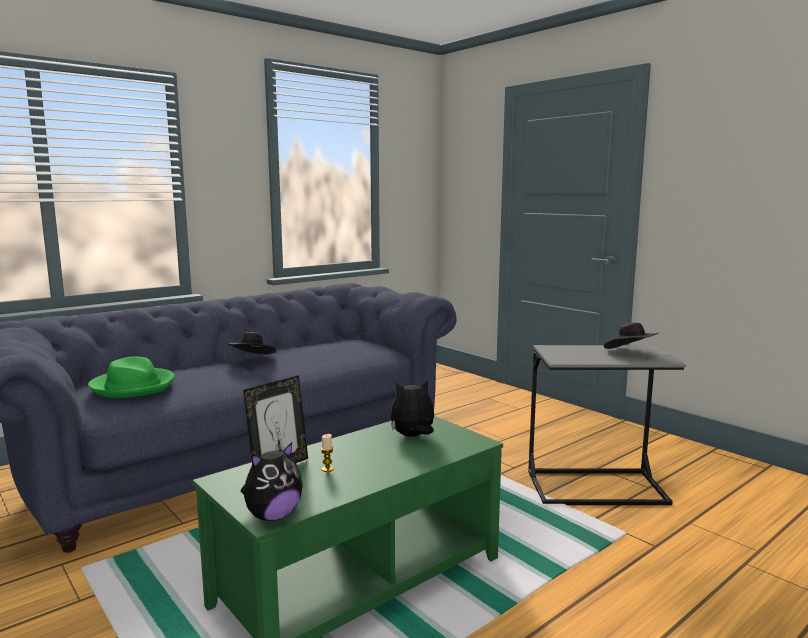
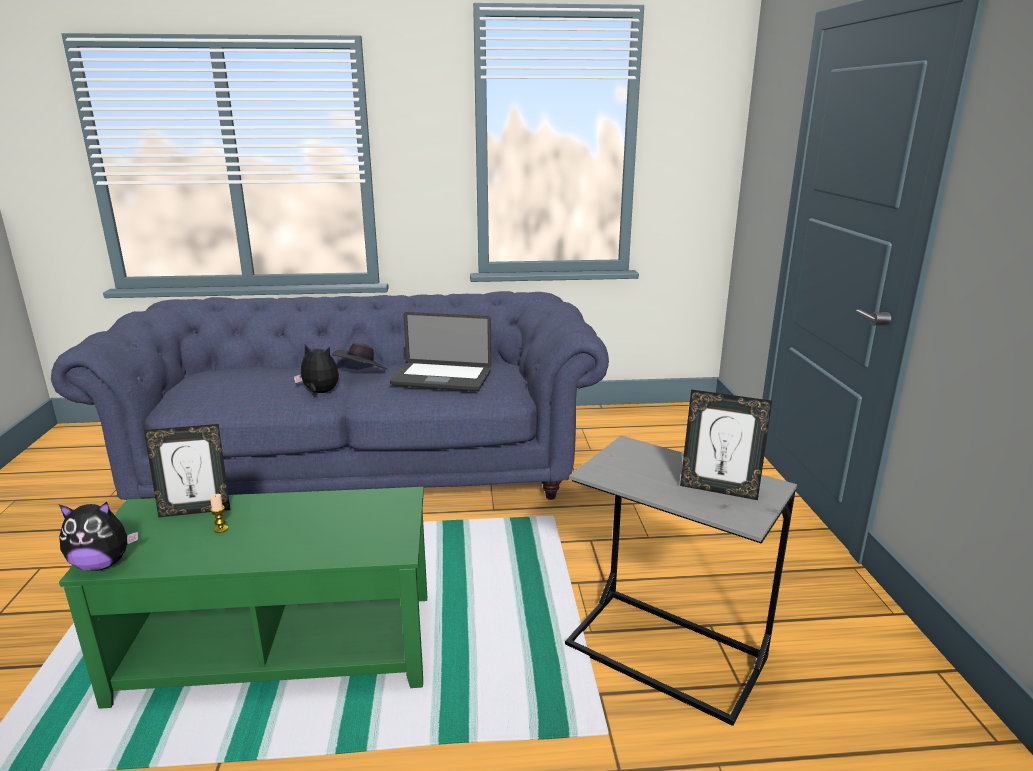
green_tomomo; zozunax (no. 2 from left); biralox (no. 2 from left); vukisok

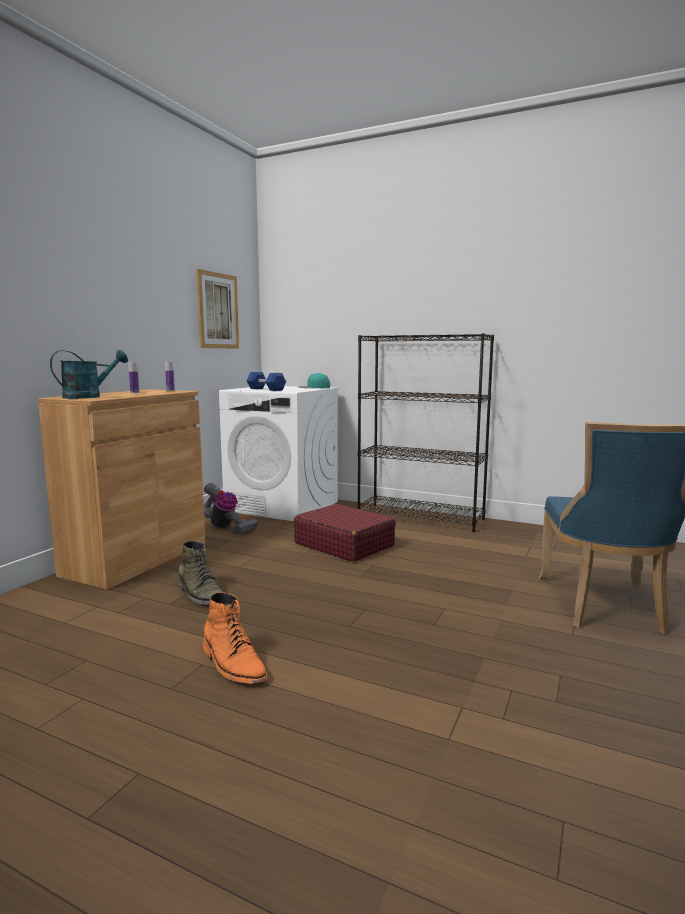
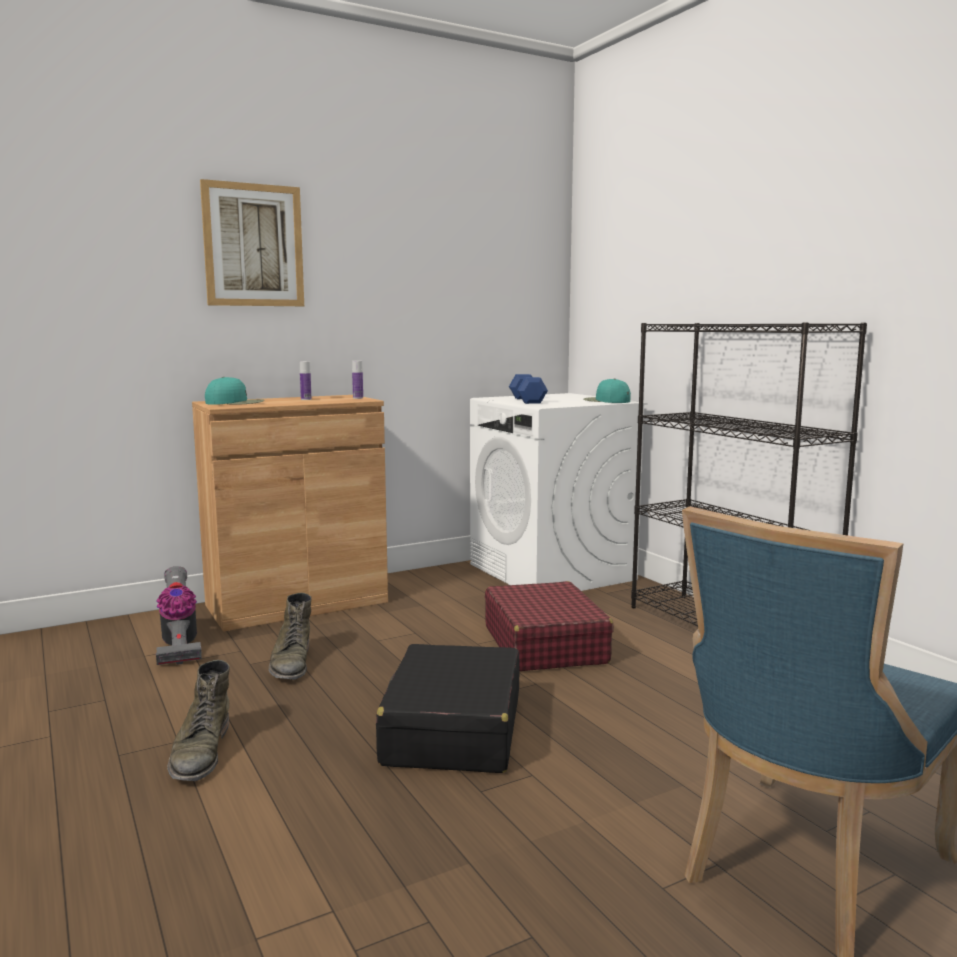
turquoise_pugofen (no. 1 from left); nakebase; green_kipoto (no. 1 from left); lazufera; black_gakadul

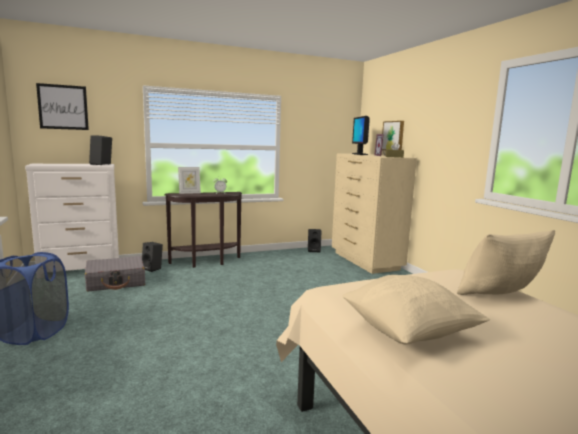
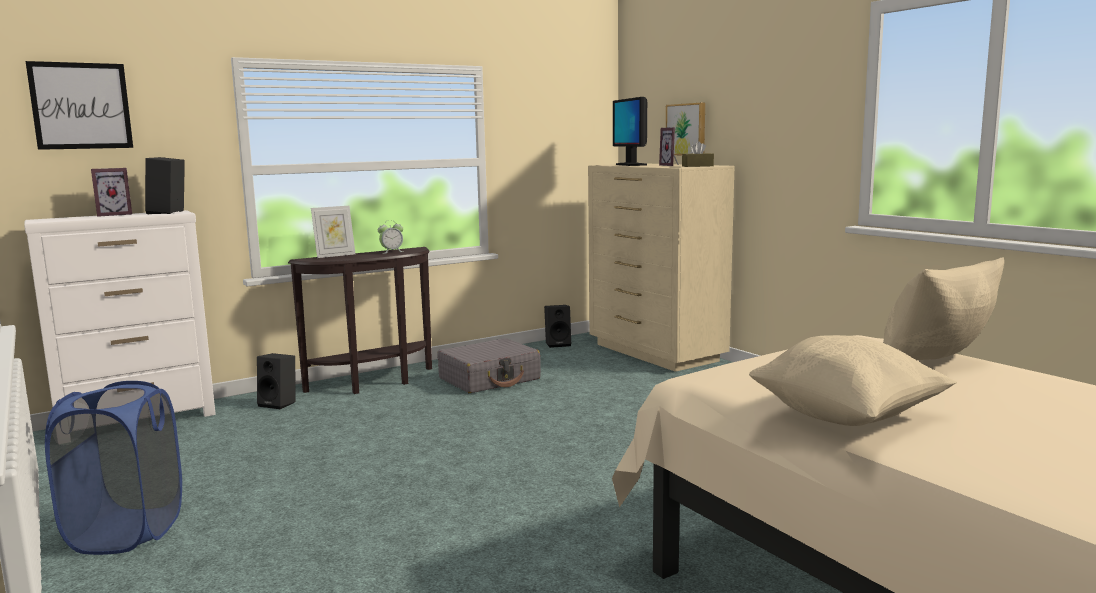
grey_gakadul; biralox (no. 1 from left)

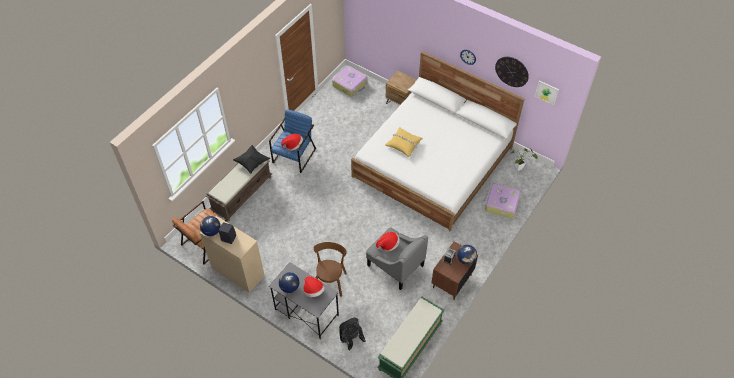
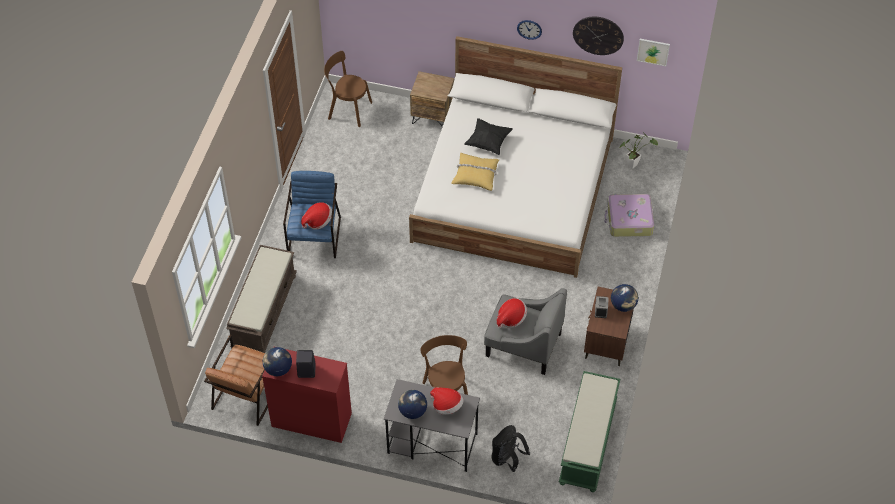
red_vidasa; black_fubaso; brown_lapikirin (no. 1 from left)

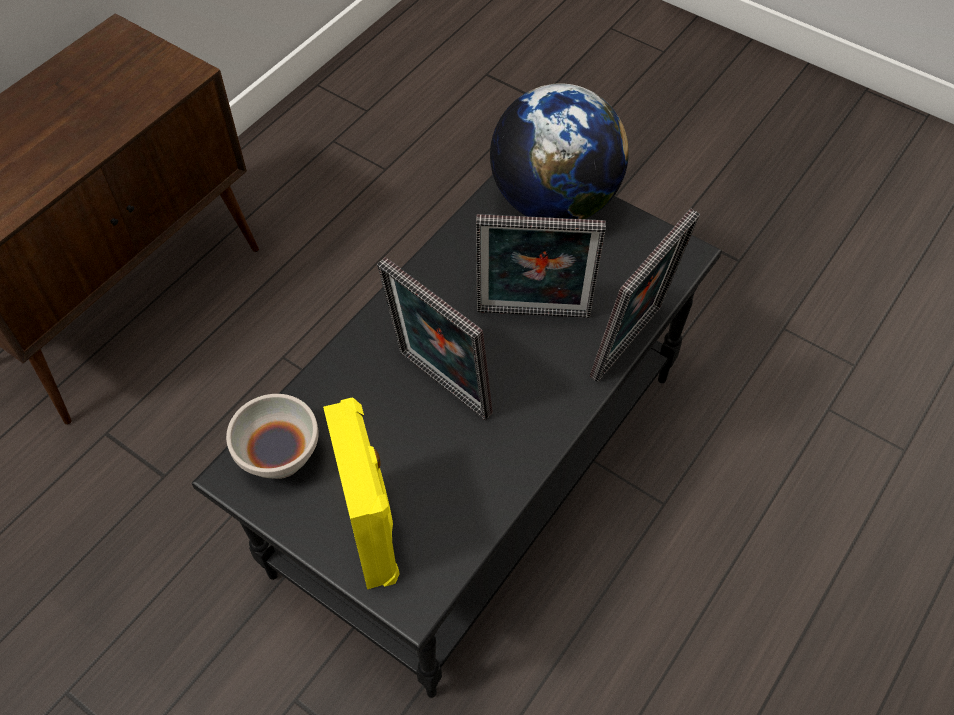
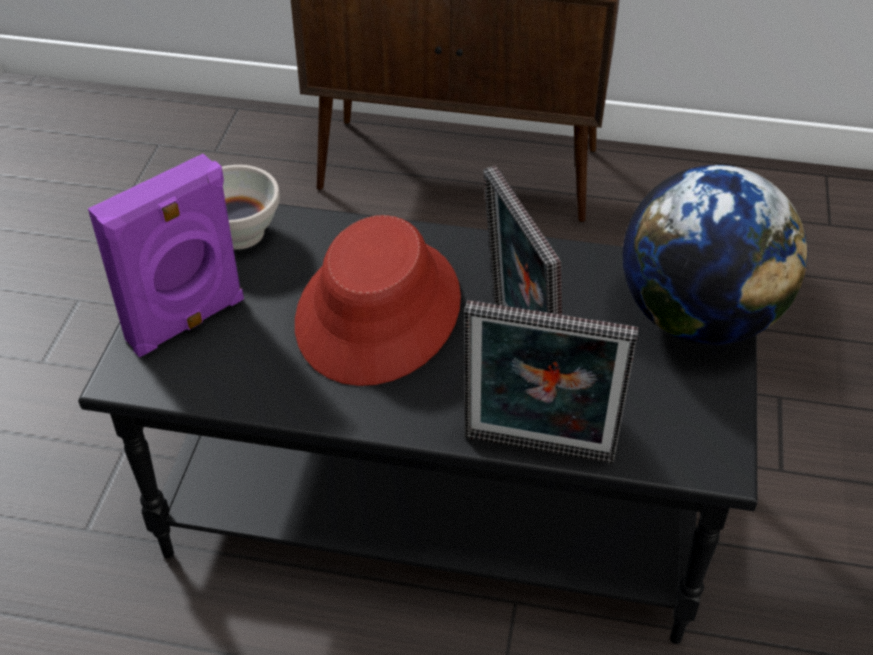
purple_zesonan; red_tomomo

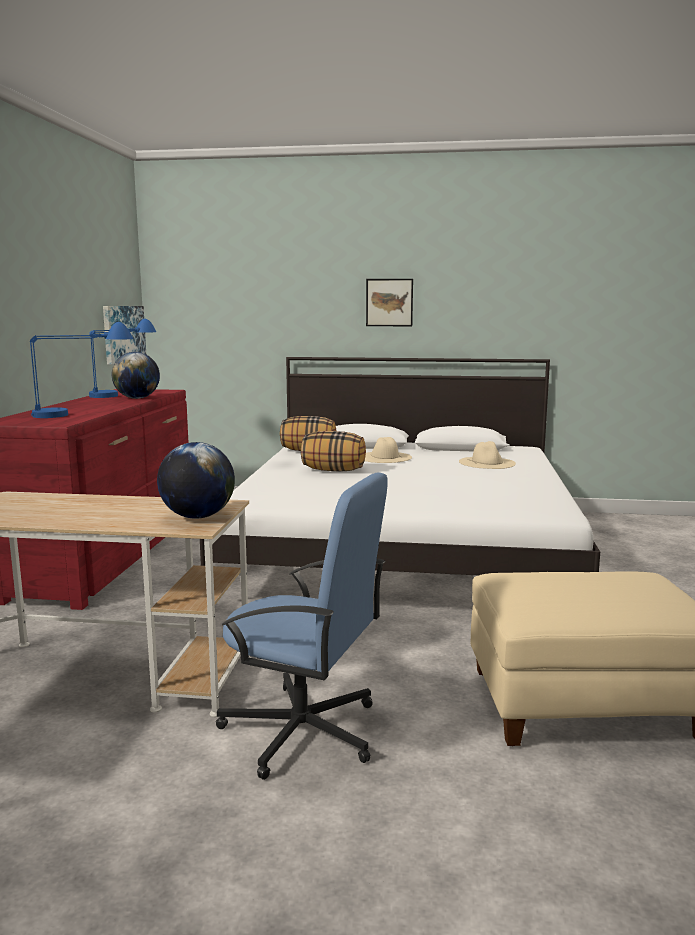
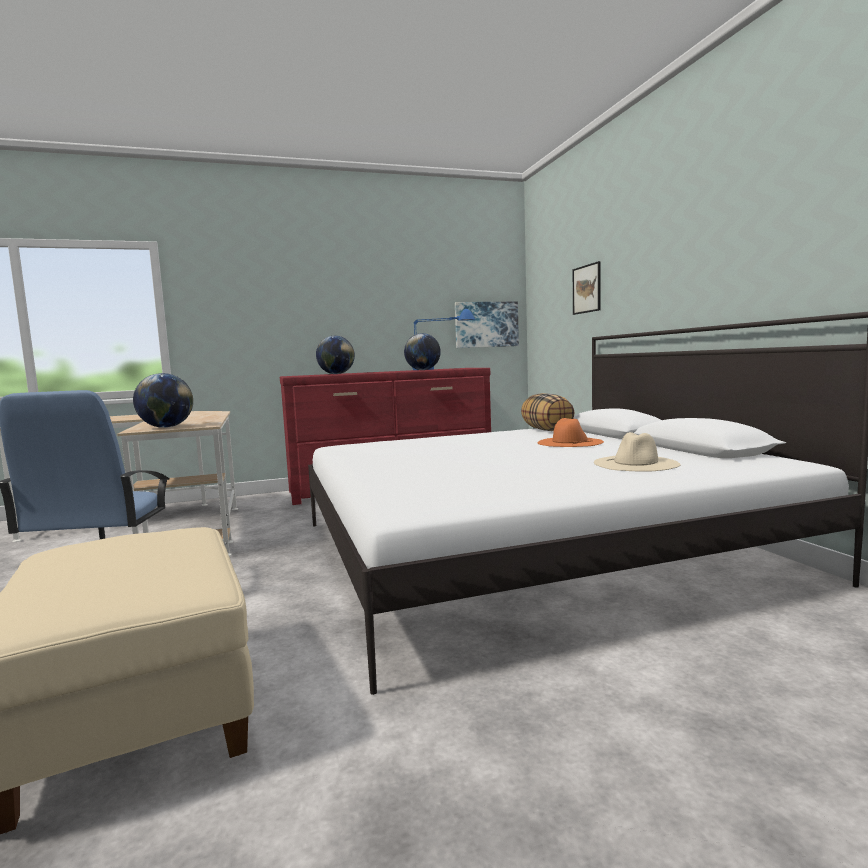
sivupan (no. 2 from left); fubaso (no. 2 from left in the first image); orange_tomomo; nakebase (no. 2 from left)

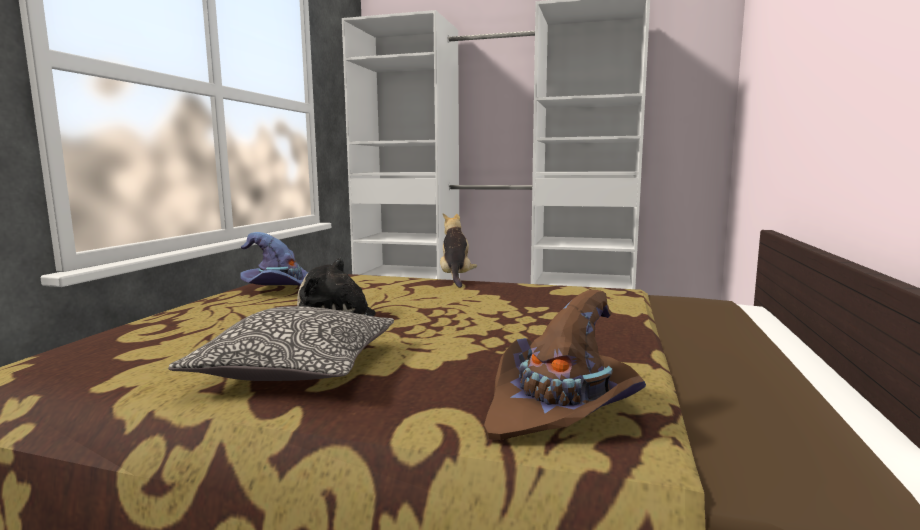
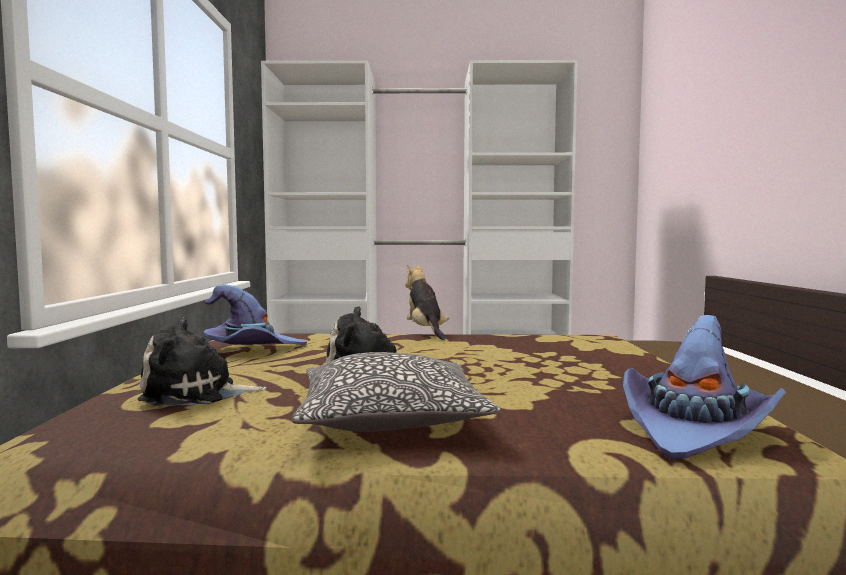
purple_tomomo (no. 2 from left); zozunax (no. 1 from left)

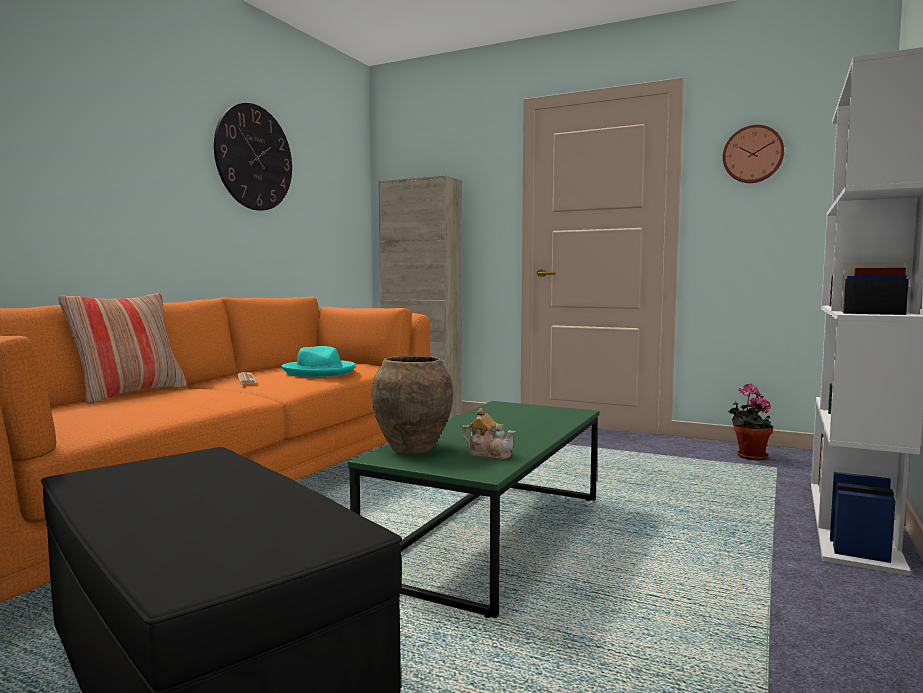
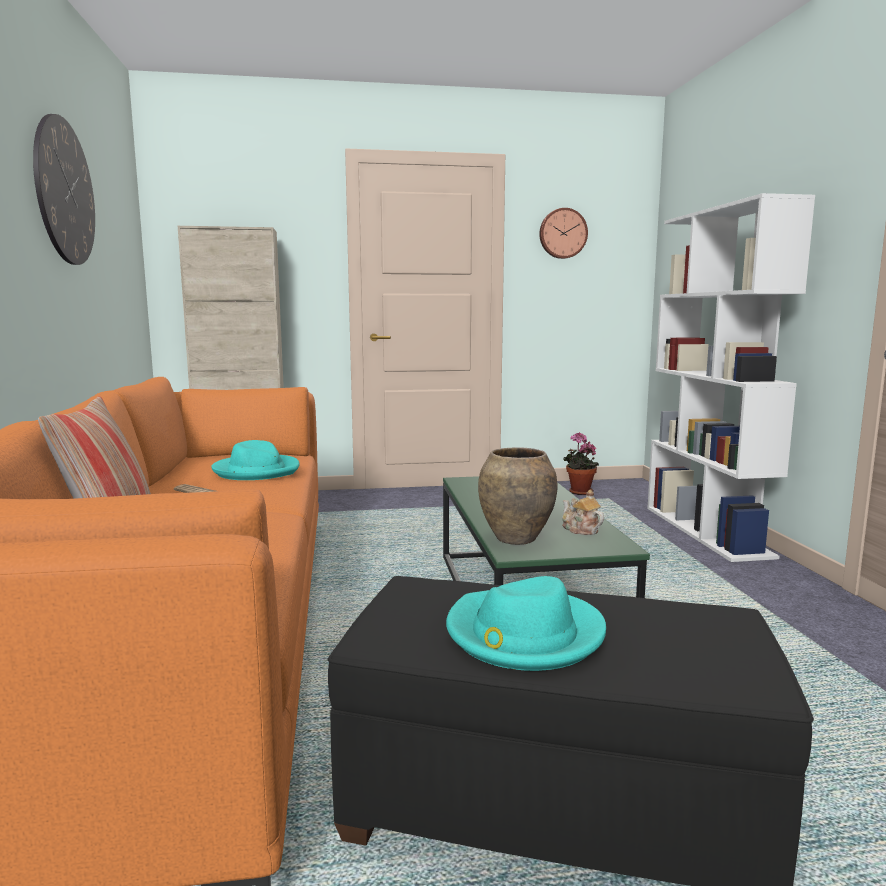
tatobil; turquoise_tomomo (no. 2 from left)

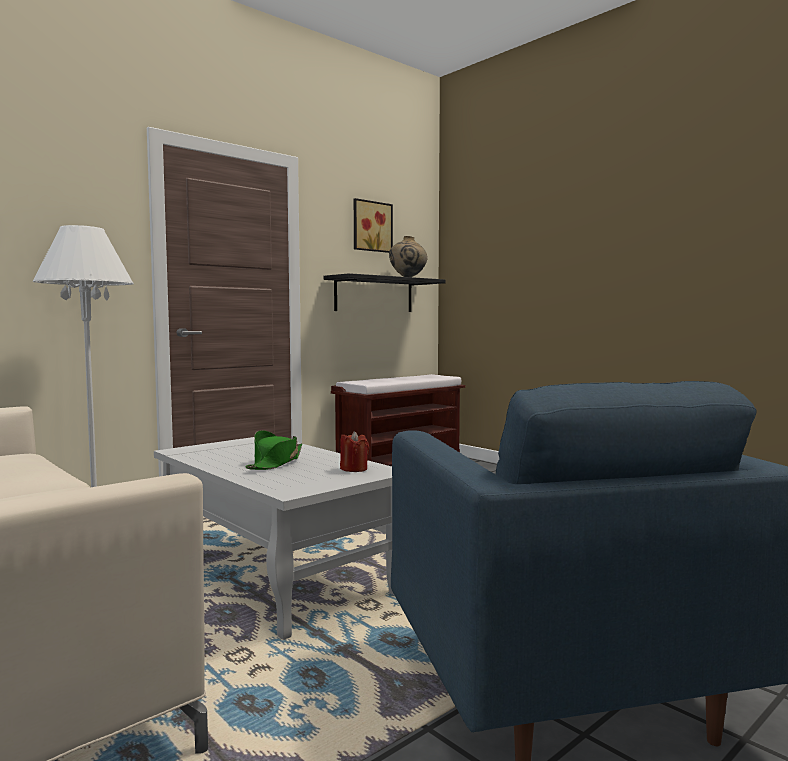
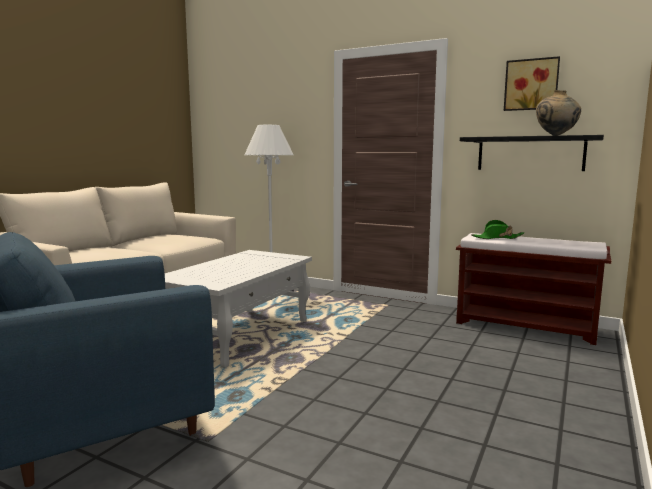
green_tomomo; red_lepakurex

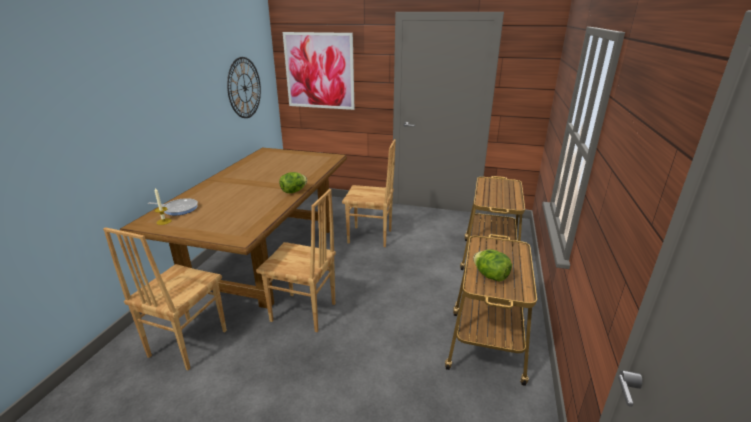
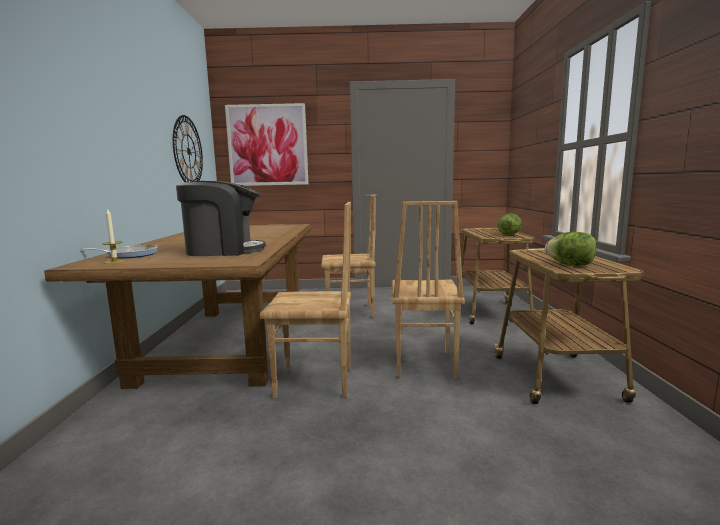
brown_lapikirin (no. 3 from left); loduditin (no. 1 from left); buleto

